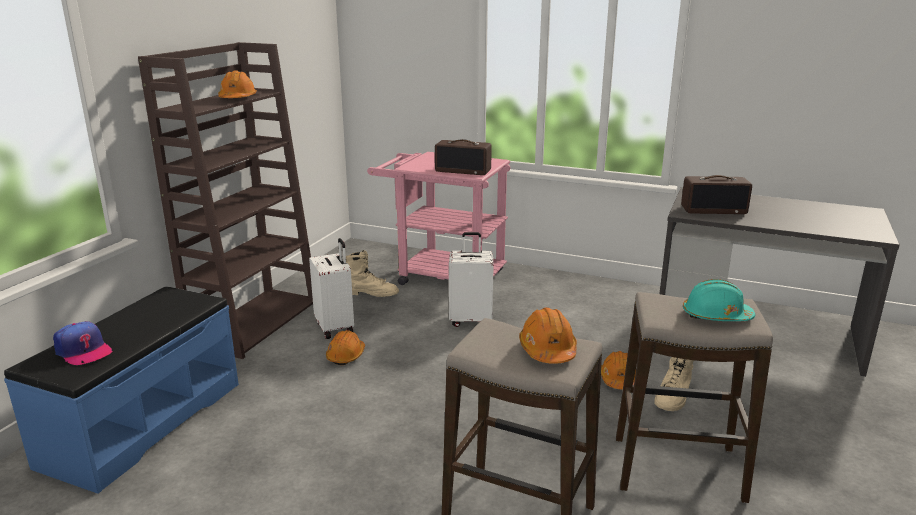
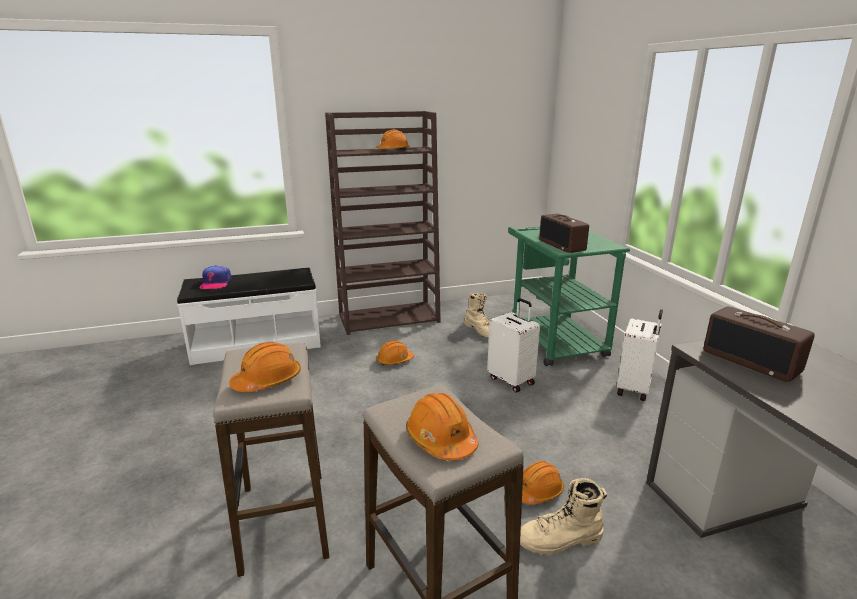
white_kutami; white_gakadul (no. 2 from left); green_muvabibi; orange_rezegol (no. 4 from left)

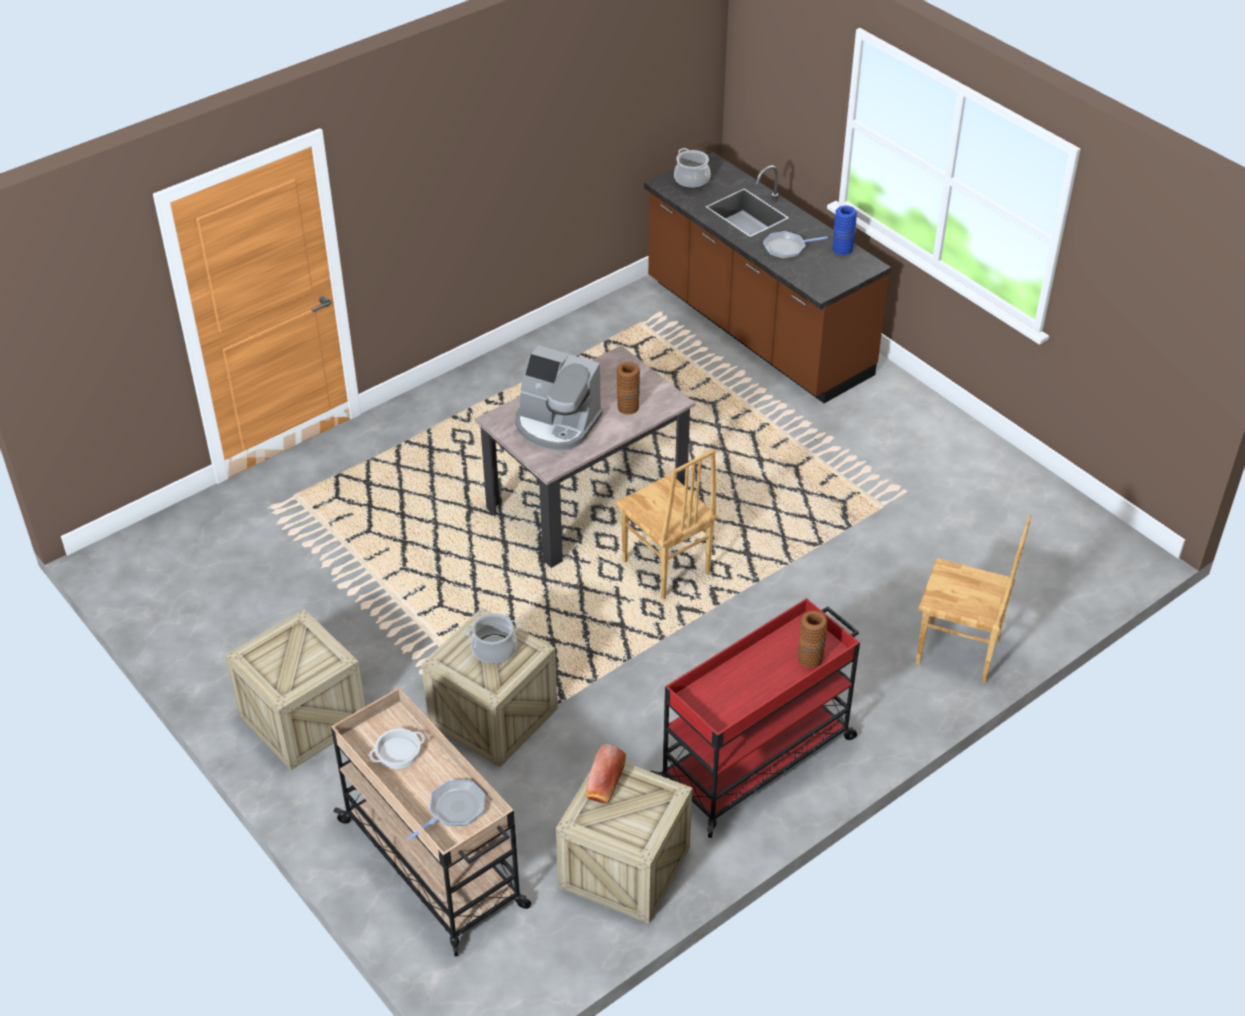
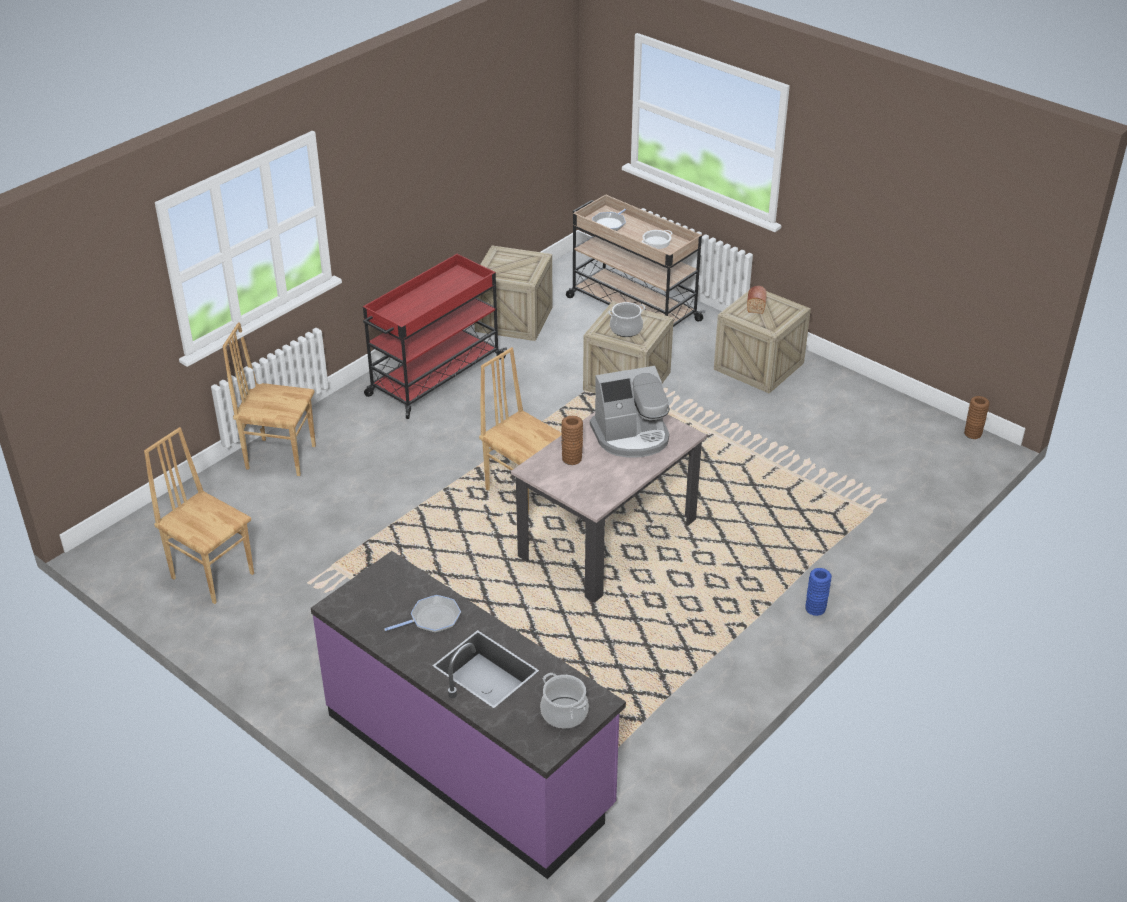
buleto; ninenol; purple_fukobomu; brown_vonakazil (no. 2 from left); blue_vonakazil; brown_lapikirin (no. 1 from left)

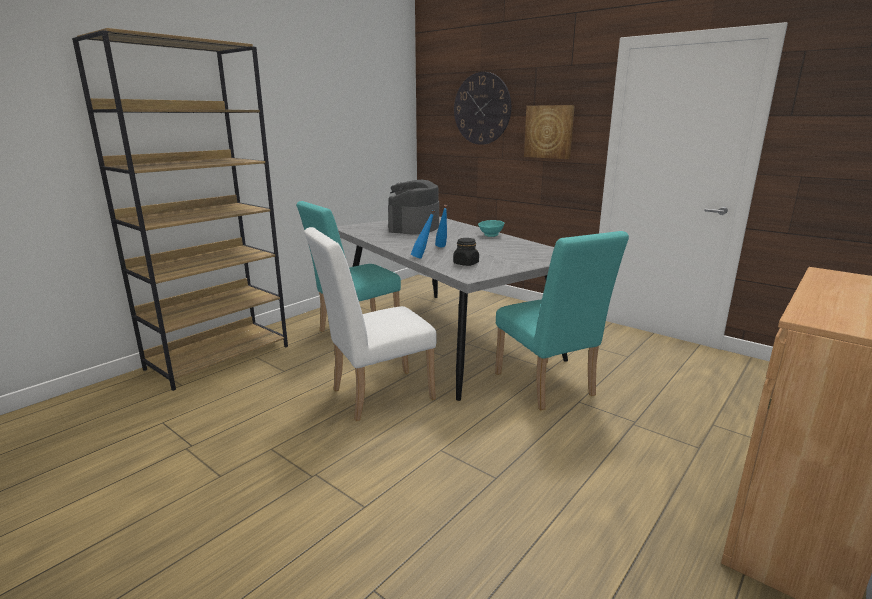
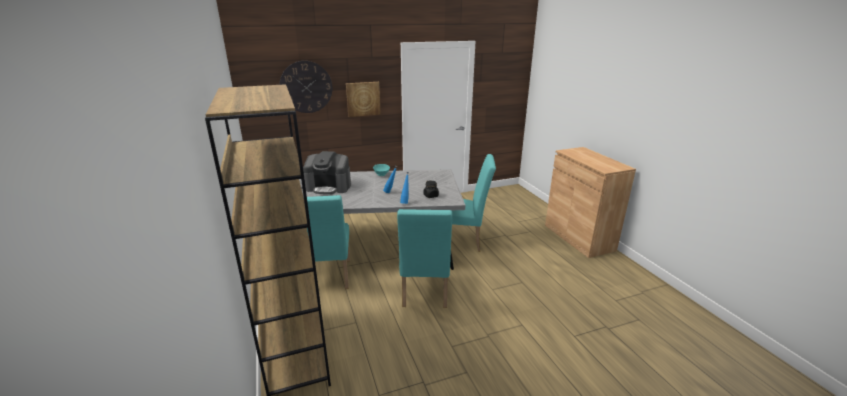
turquoise_lapikirin (no. 2 from left); buleto

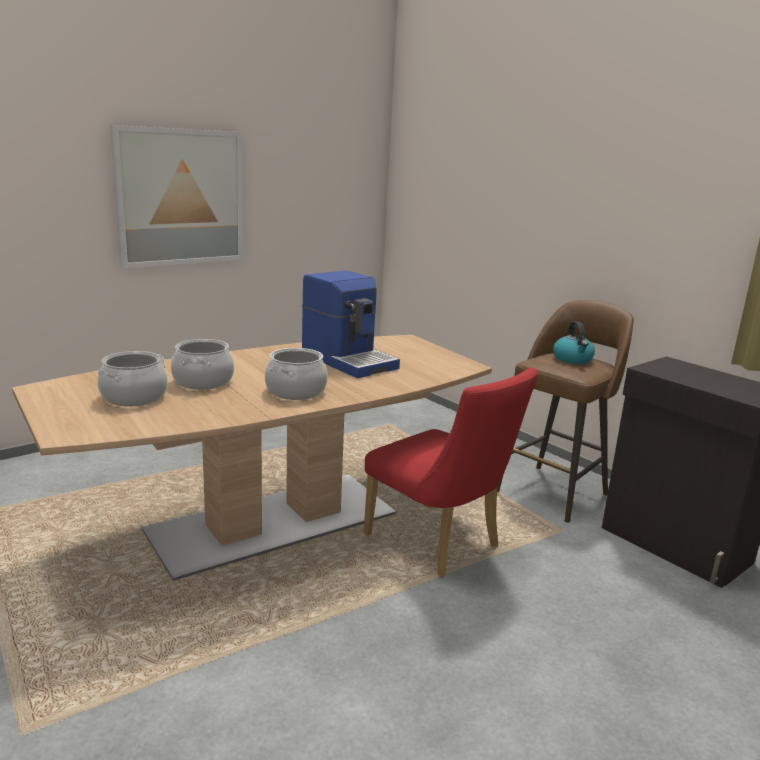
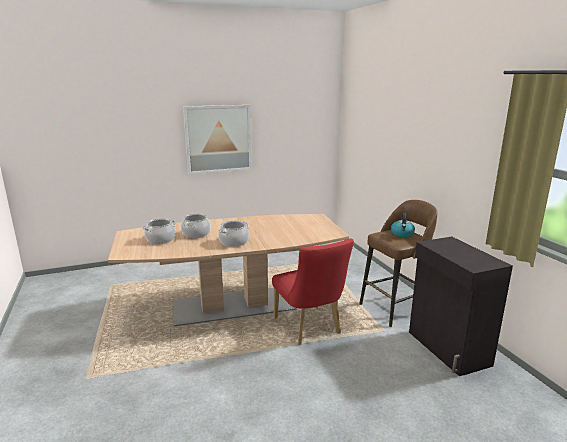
buleto

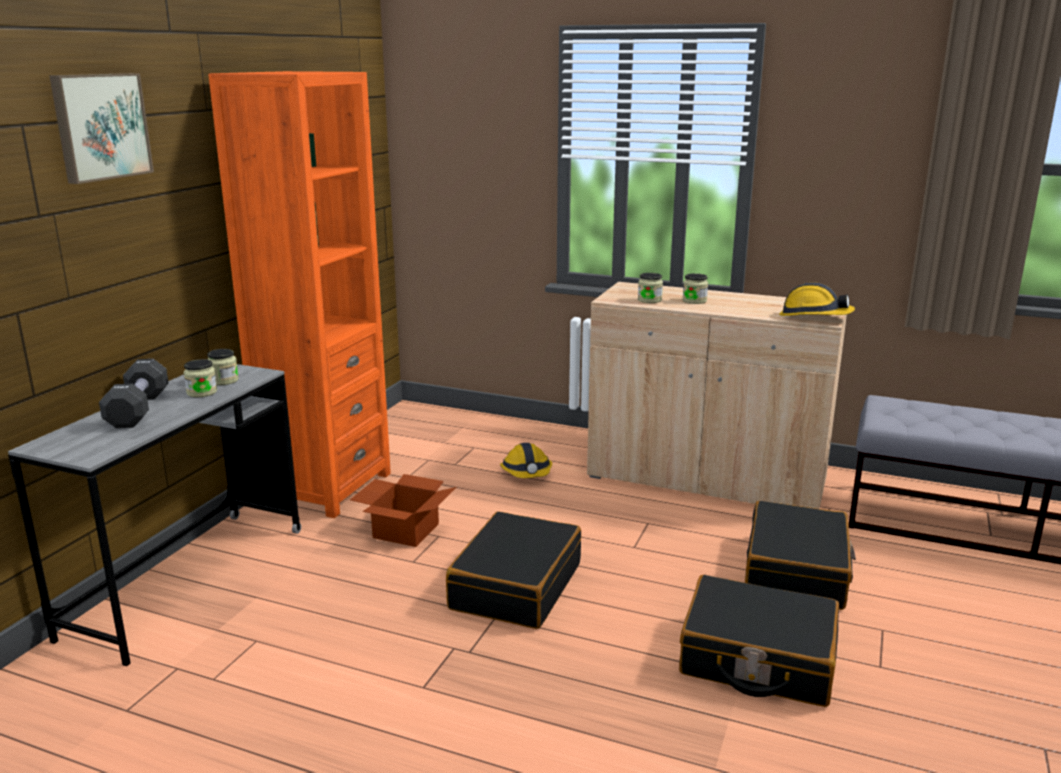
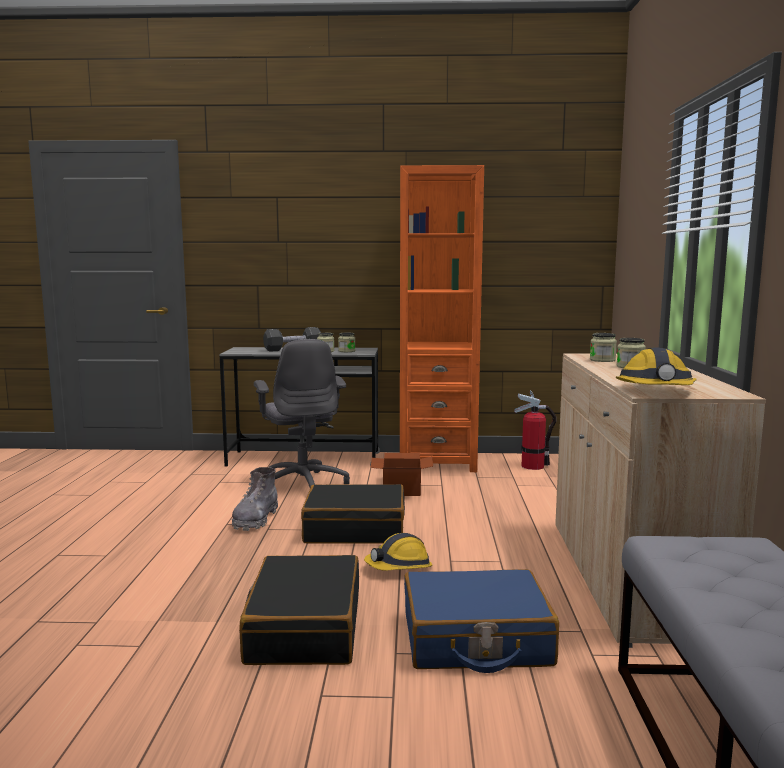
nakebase; rezegol (no. 1 from left); blue_gakadul; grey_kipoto; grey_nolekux; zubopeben

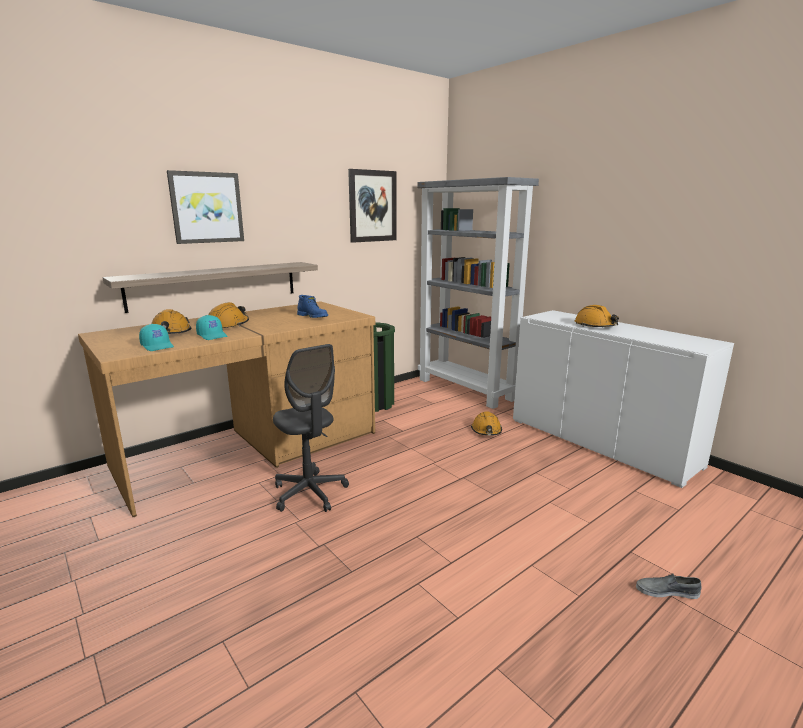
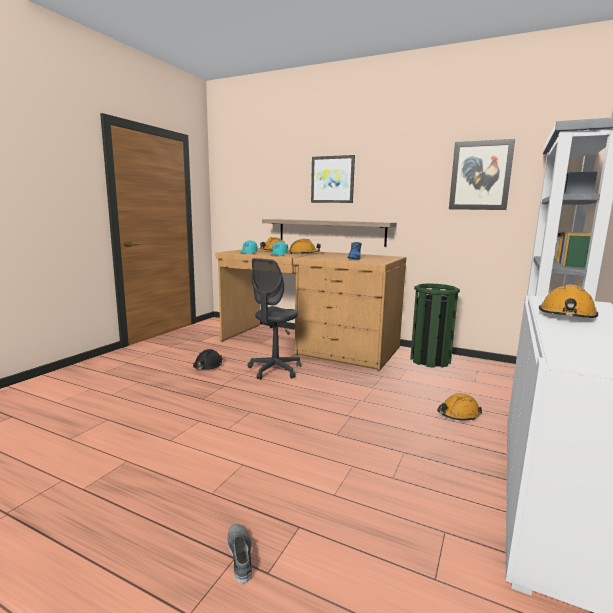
black_rezegol

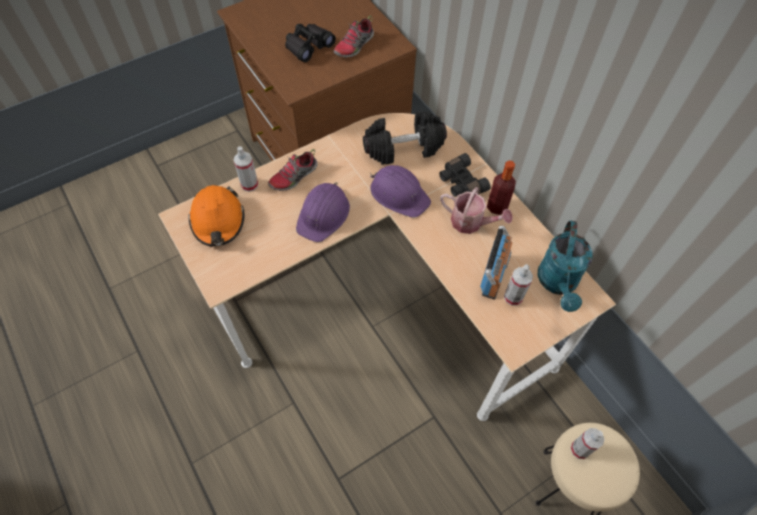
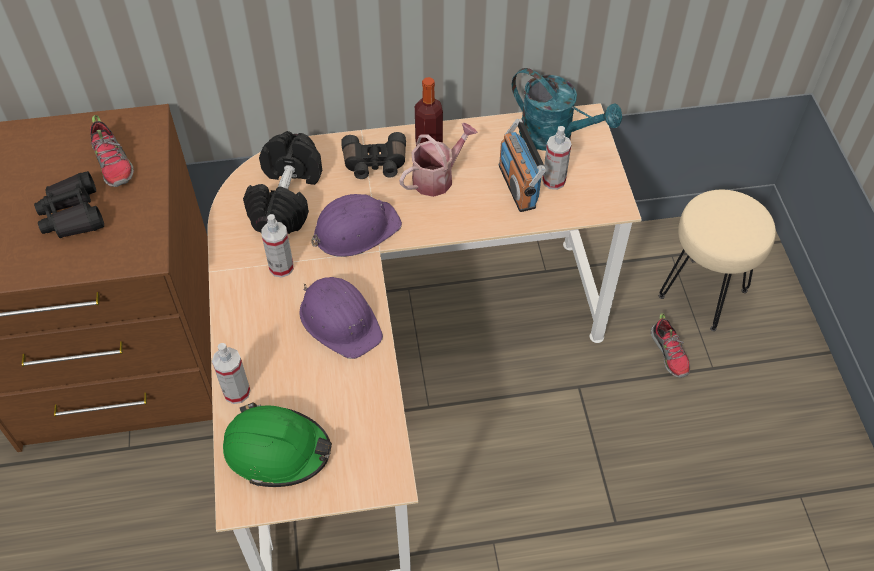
green_rezegol; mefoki (no. 2 from left); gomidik; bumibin (no. 2 from left)

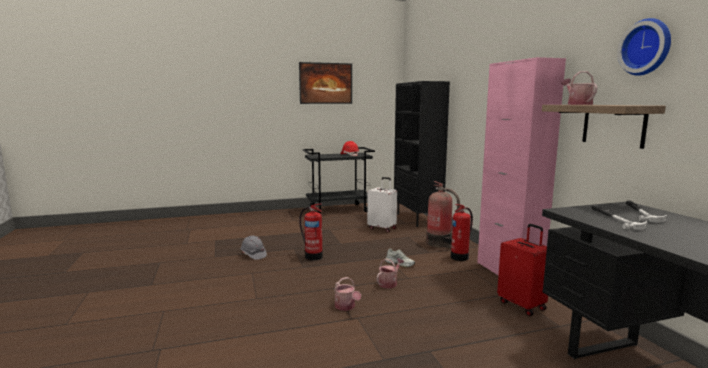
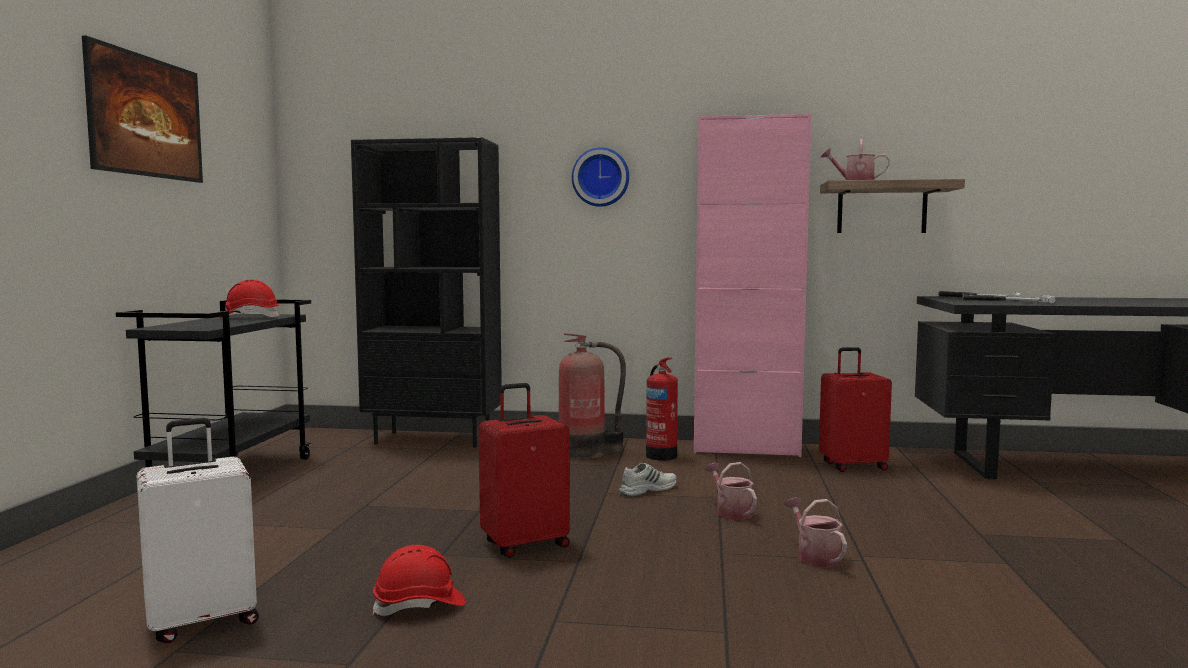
red_rezegol (no. 2 from left); red_gakadul (no. 1 from left); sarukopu (no. 2 from left); white_gakadul; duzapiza

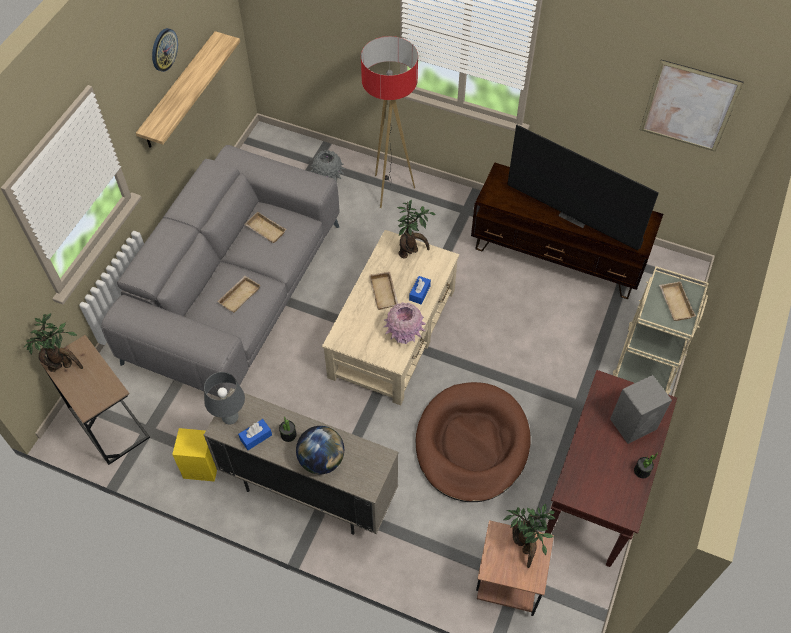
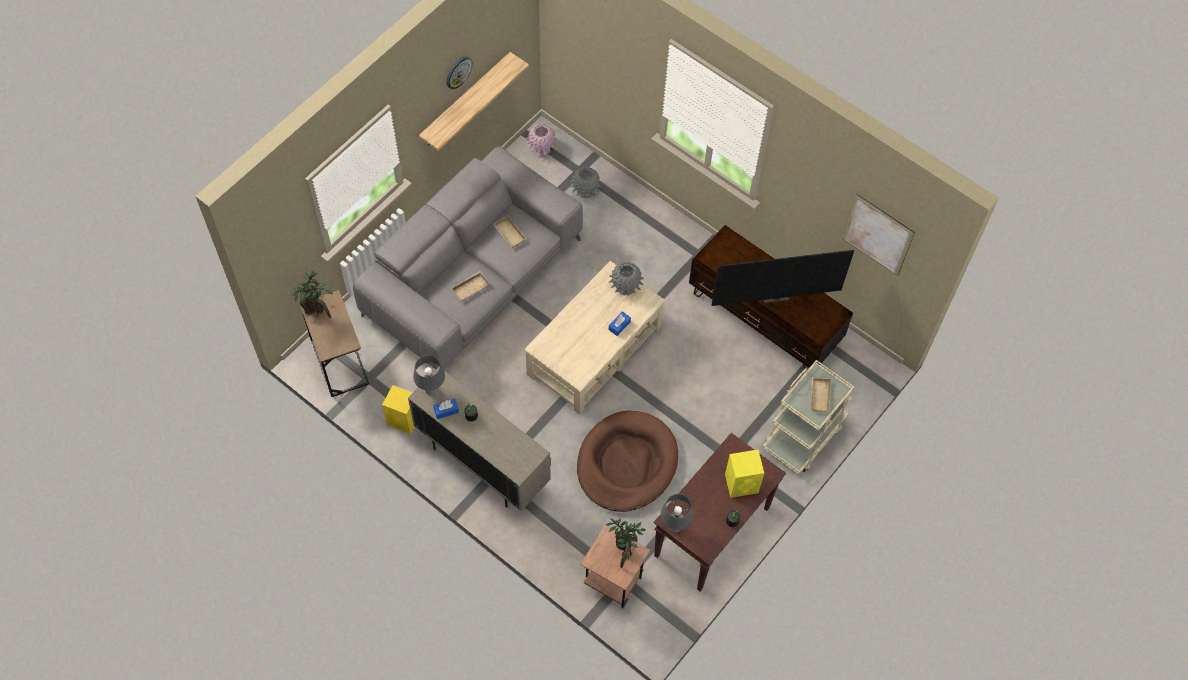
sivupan; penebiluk; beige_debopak (no. 3 from left in the first image); pink_vonakazil; grey_vonakazil (no. 2 from left); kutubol; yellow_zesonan (no. 2 from left); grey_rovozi (no. 2 from left)

